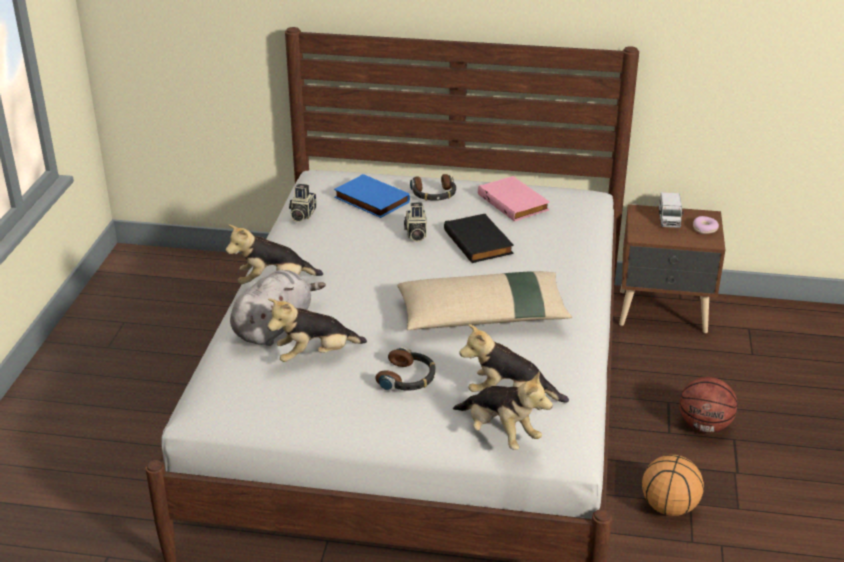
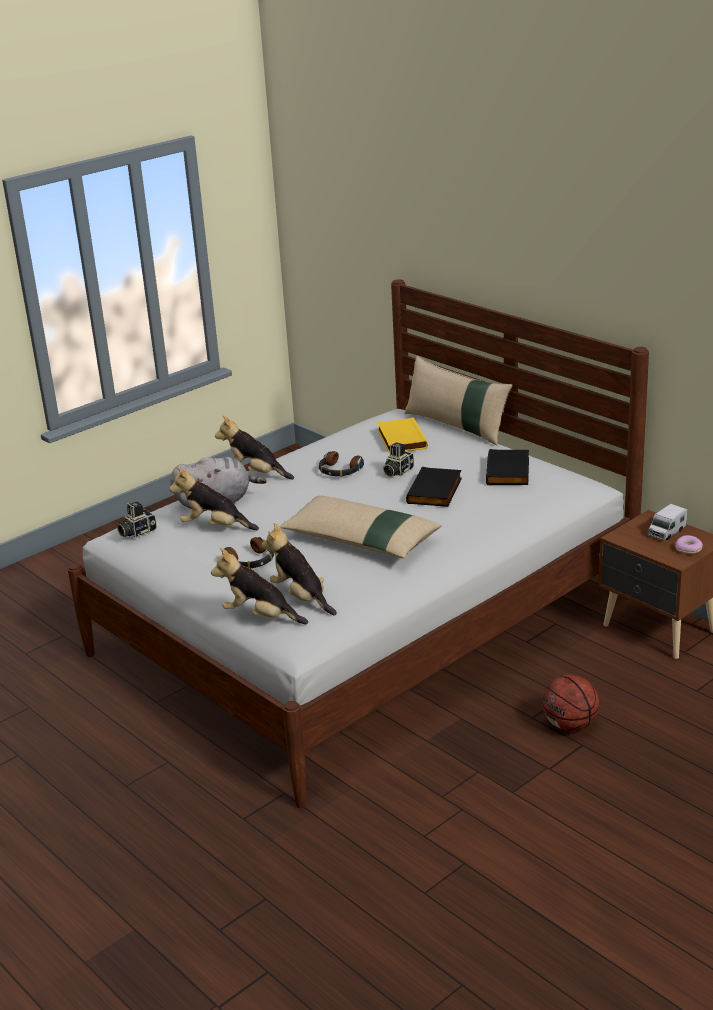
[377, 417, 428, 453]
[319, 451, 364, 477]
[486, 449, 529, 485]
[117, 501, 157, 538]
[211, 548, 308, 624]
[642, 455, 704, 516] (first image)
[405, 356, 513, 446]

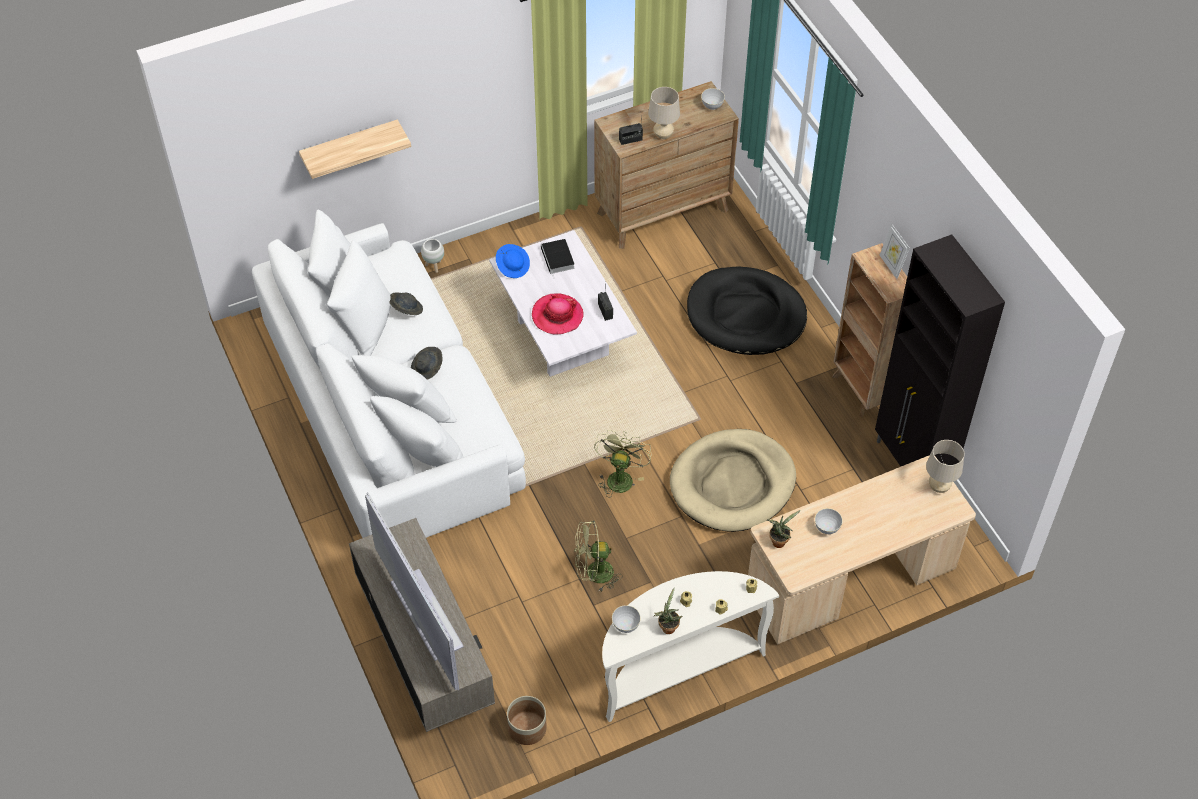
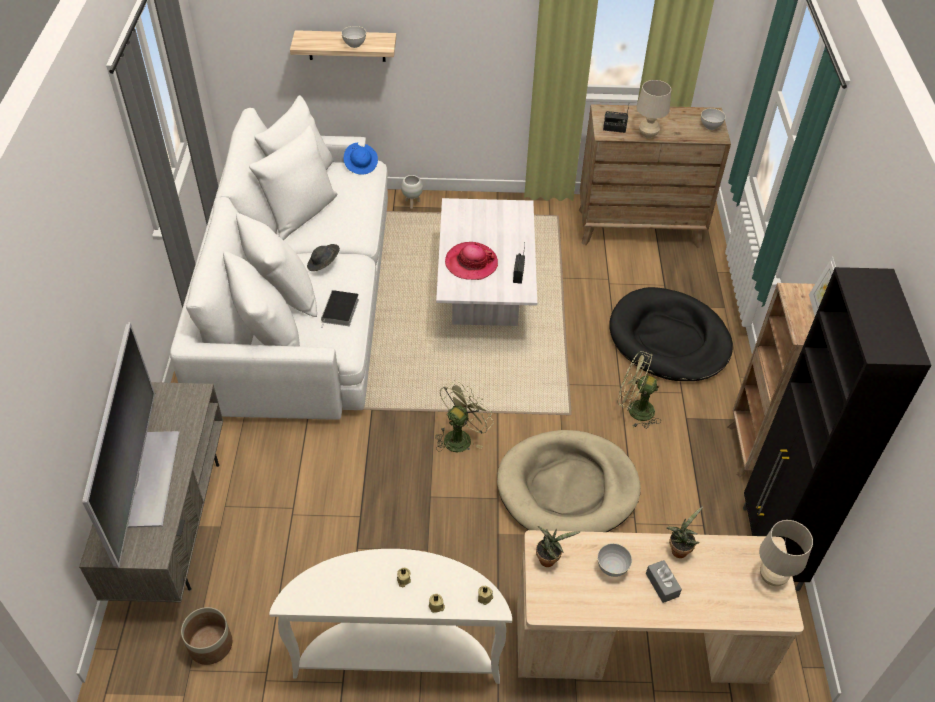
[321, 290, 359, 326]
[344, 143, 378, 175]
[389, 292, 423, 315] (first image)
[617, 351, 661, 429]
[667, 507, 703, 558]
[341, 26, 366, 48]
[646, 560, 682, 603]

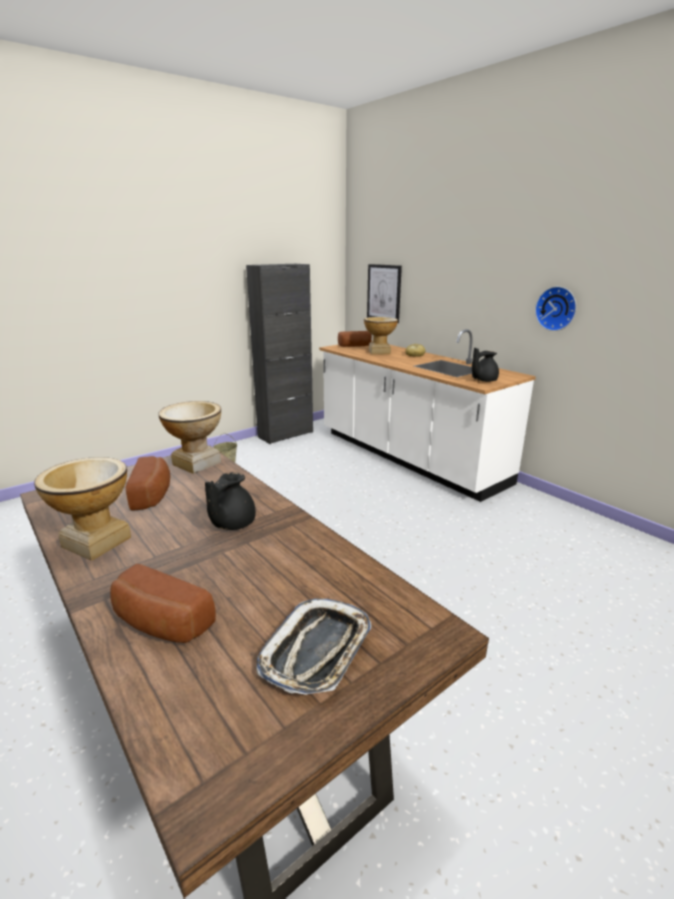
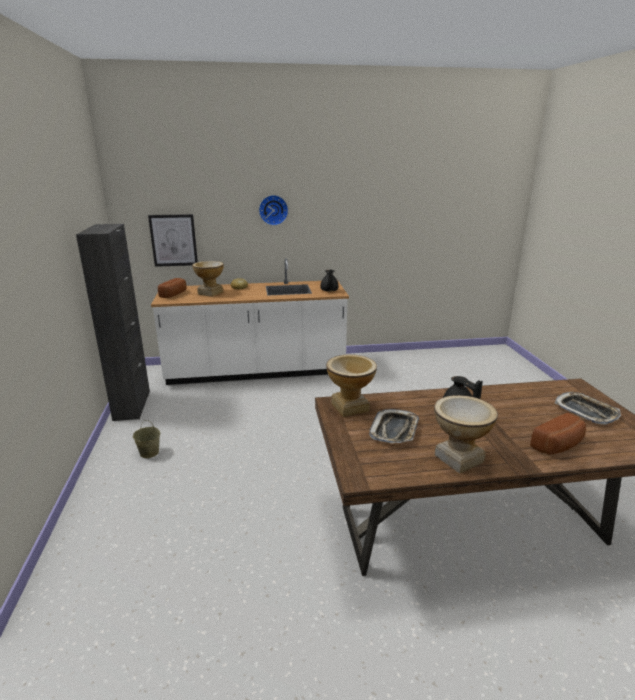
[259, 195, 288, 226]
[369, 409, 419, 443]

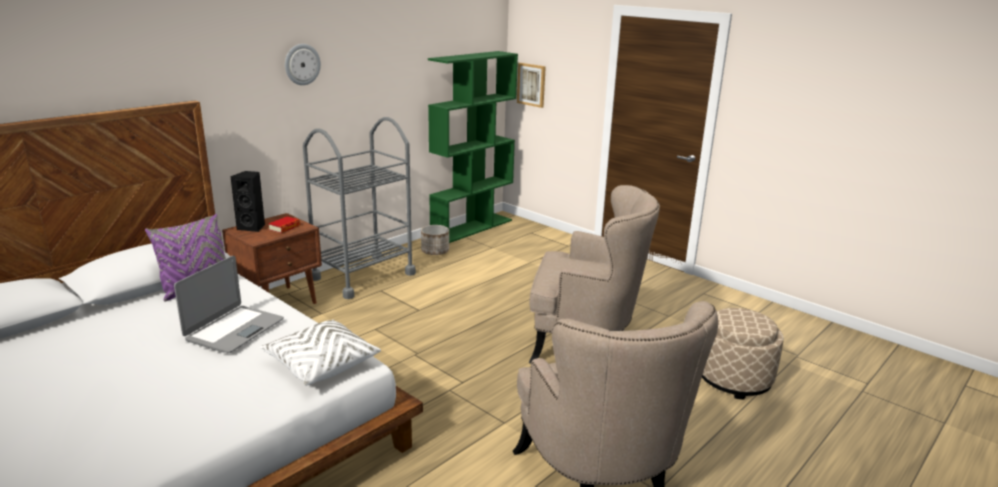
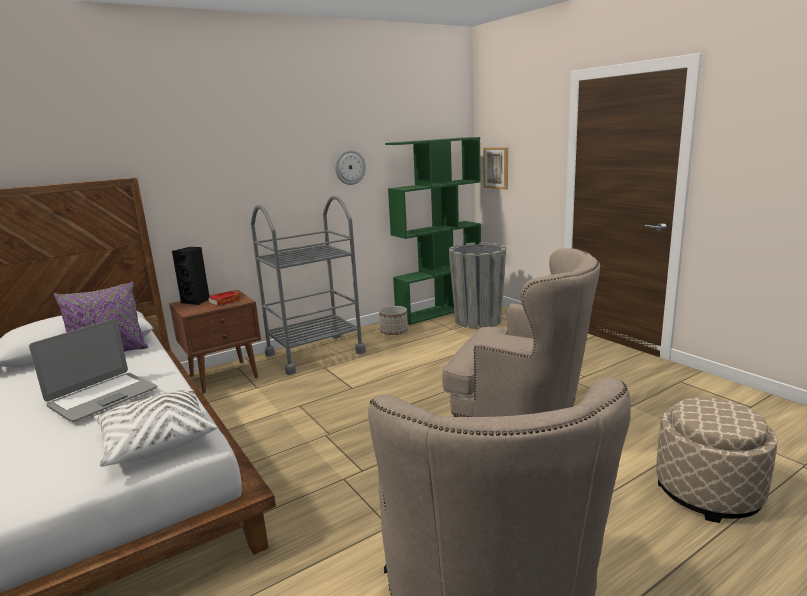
[335, 149, 366, 185]
[449, 242, 506, 329]

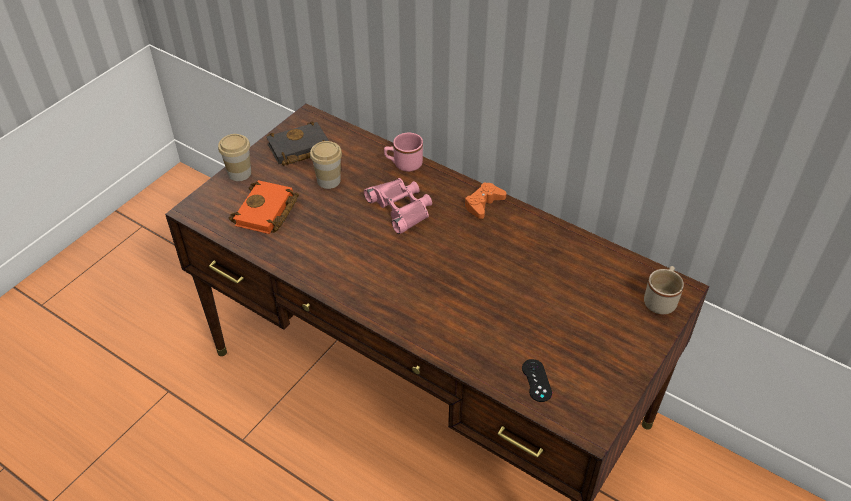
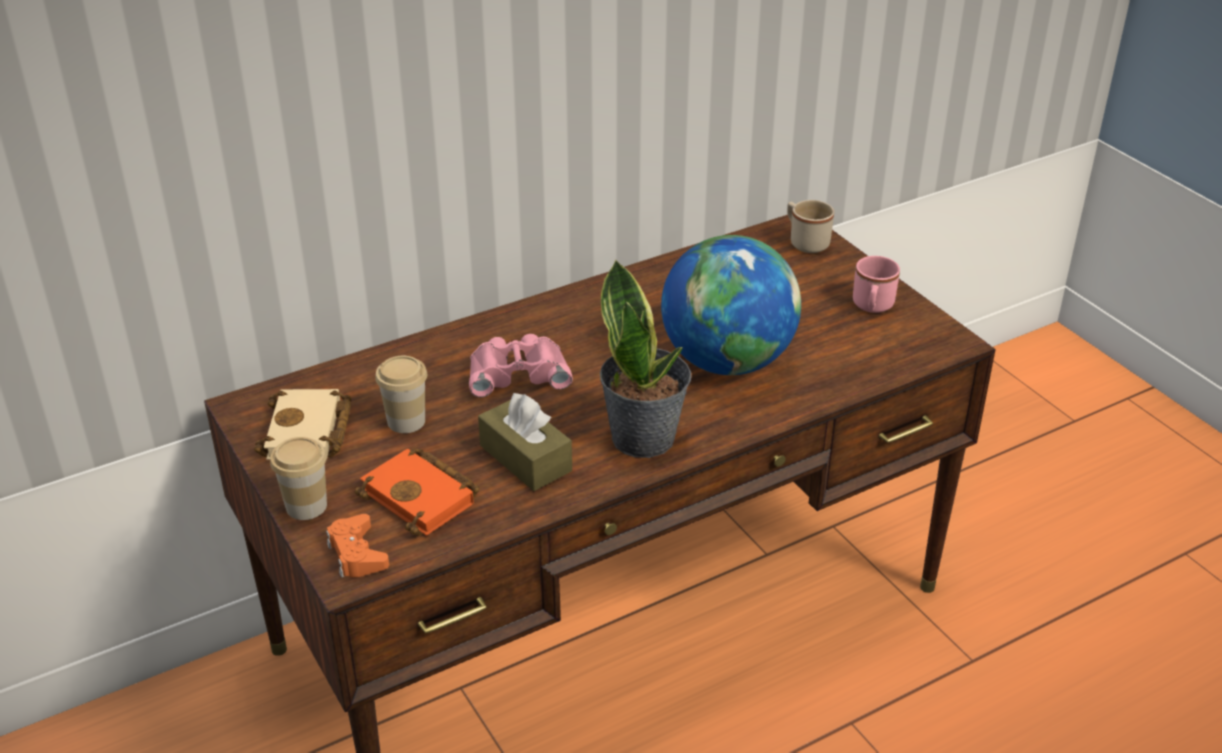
[254, 389, 351, 460]
[853, 256, 900, 313]
[326, 514, 389, 578]
[522, 359, 552, 402] (first image)
[661, 235, 801, 375]
[600, 259, 691, 458]
[478, 393, 572, 491]

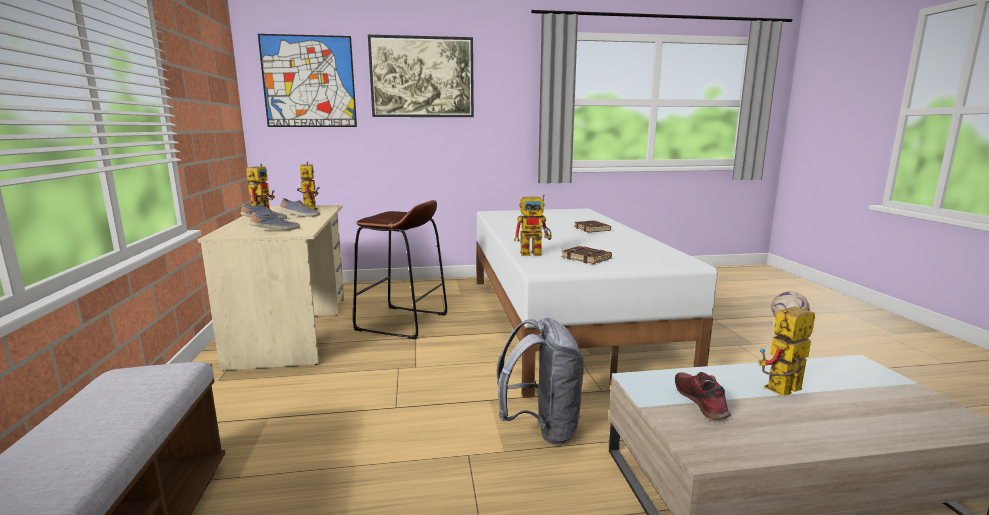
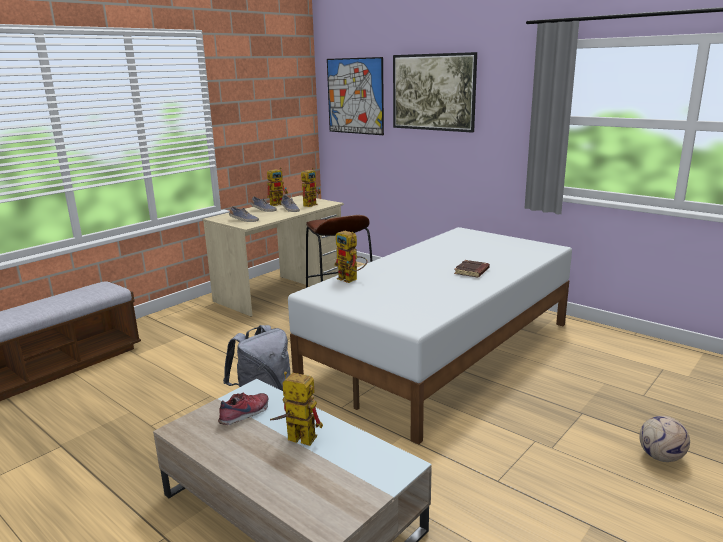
[561, 246, 612, 264] (first image)

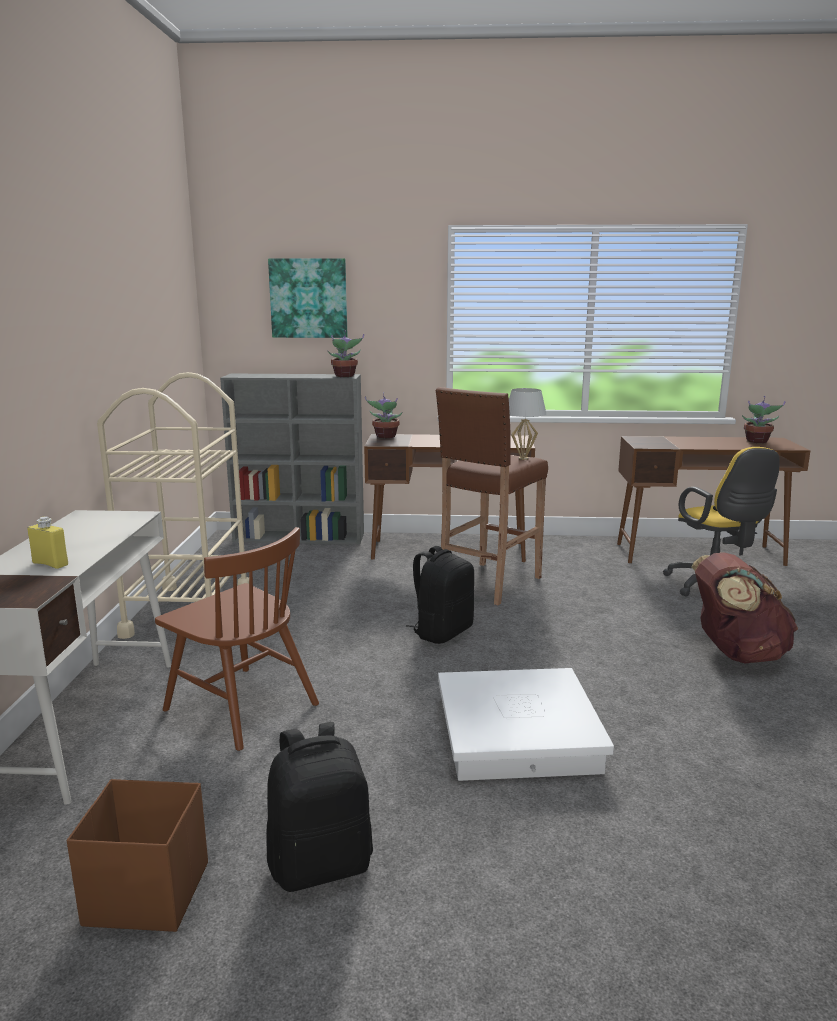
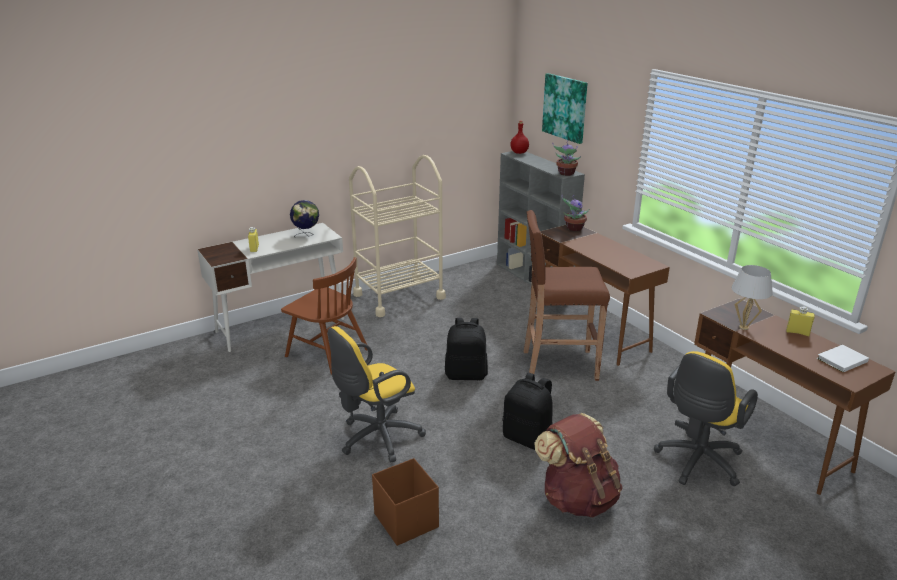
[731, 265, 773, 330]
[817, 345, 869, 372]
[281, 257, 367, 375]
[328, 326, 426, 463]
[502, 372, 553, 450]
[372, 458, 439, 546]
[510, 121, 529, 154]
[290, 200, 319, 237]
[786, 306, 814, 336]

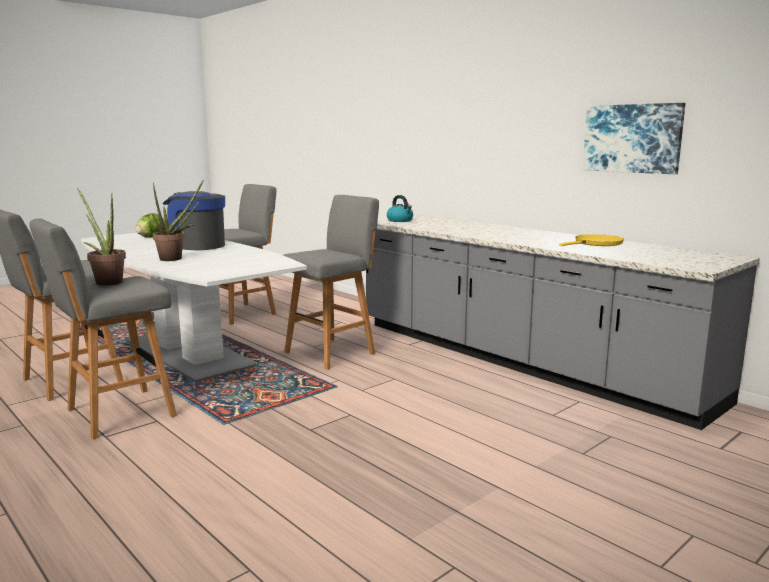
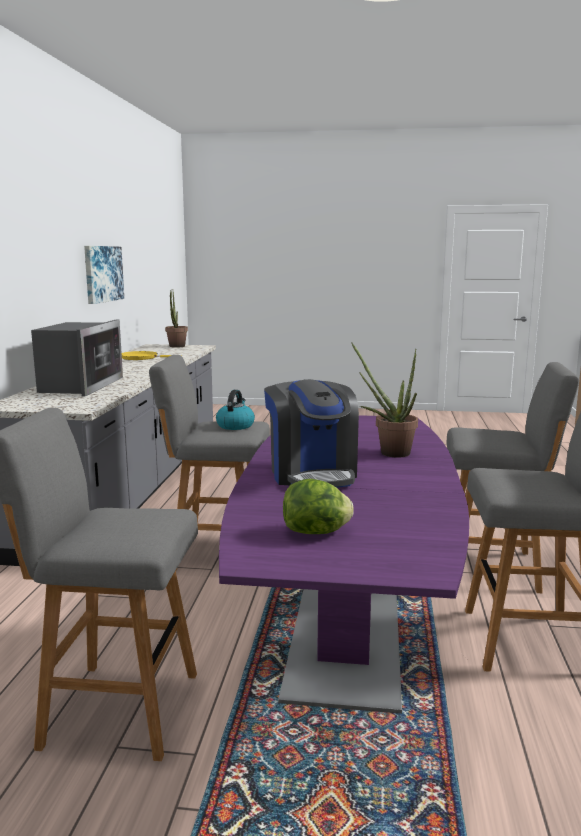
[165, 291, 188, 348]
[216, 390, 255, 430]
[219, 415, 469, 714]
[31, 319, 123, 397]

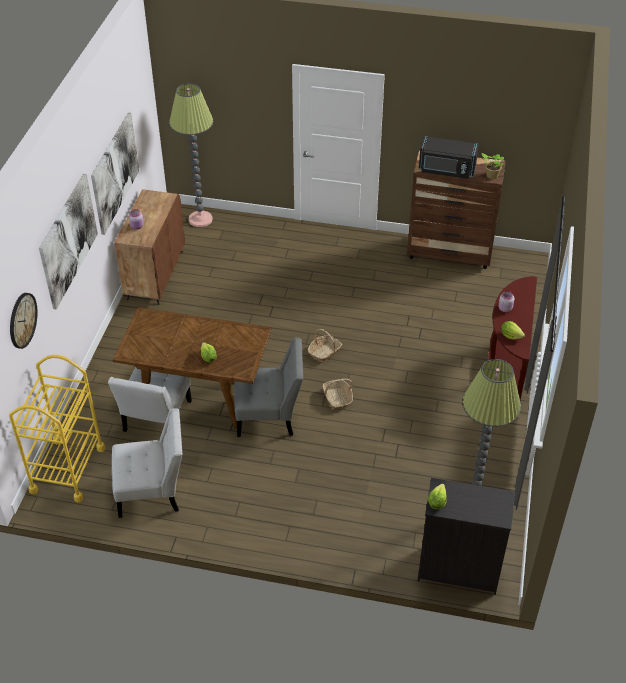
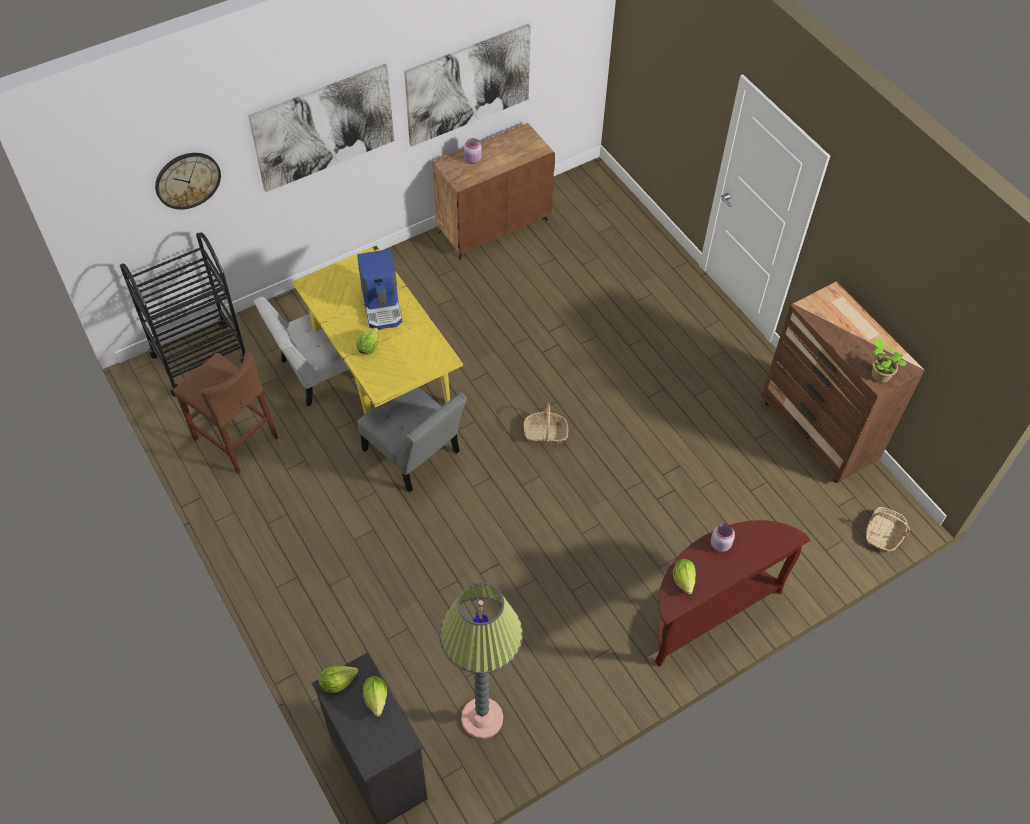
[169, 83, 213, 227] (first image)
[419, 136, 479, 179] (first image)
[292, 245, 463, 414]
[120, 232, 245, 397]
[866, 507, 910, 552]
[173, 351, 278, 474]
[357, 249, 402, 330]
[363, 676, 387, 717]

